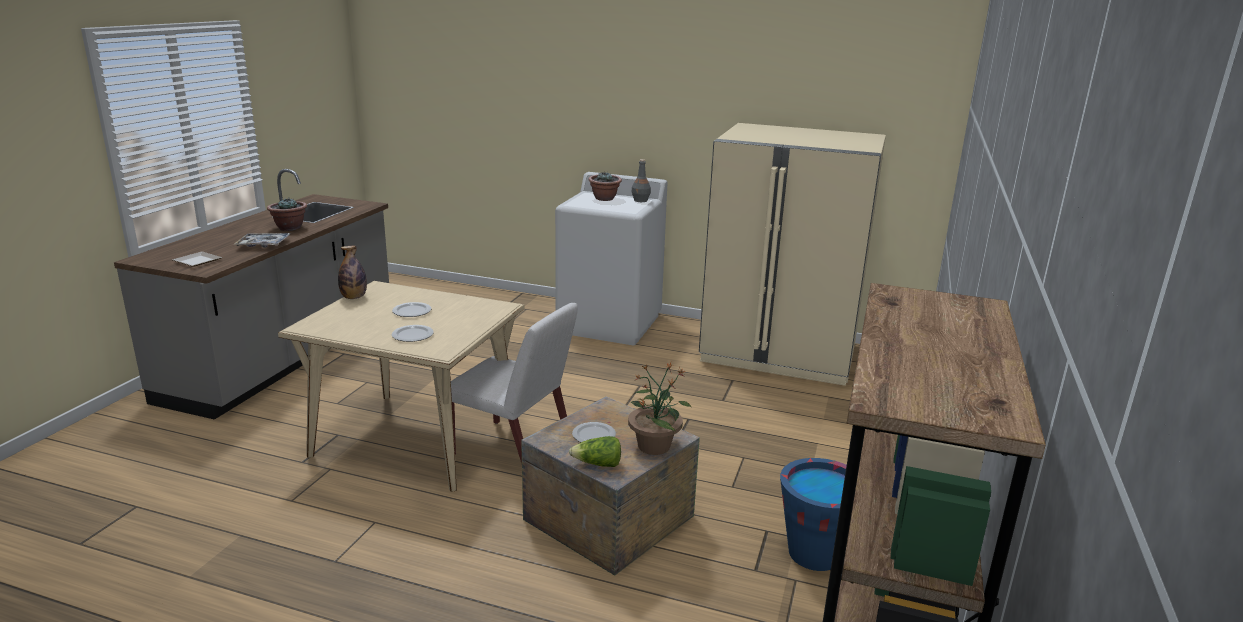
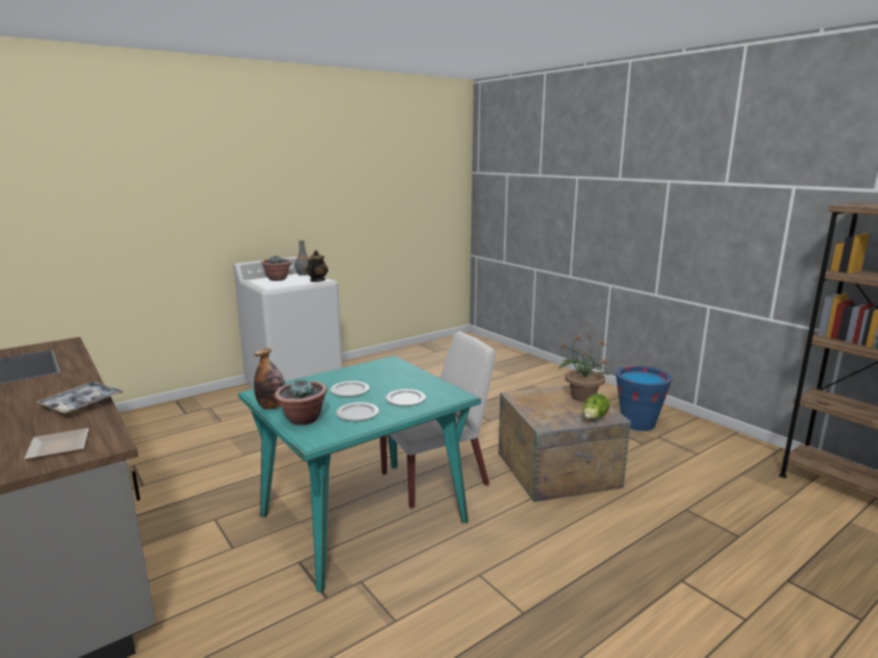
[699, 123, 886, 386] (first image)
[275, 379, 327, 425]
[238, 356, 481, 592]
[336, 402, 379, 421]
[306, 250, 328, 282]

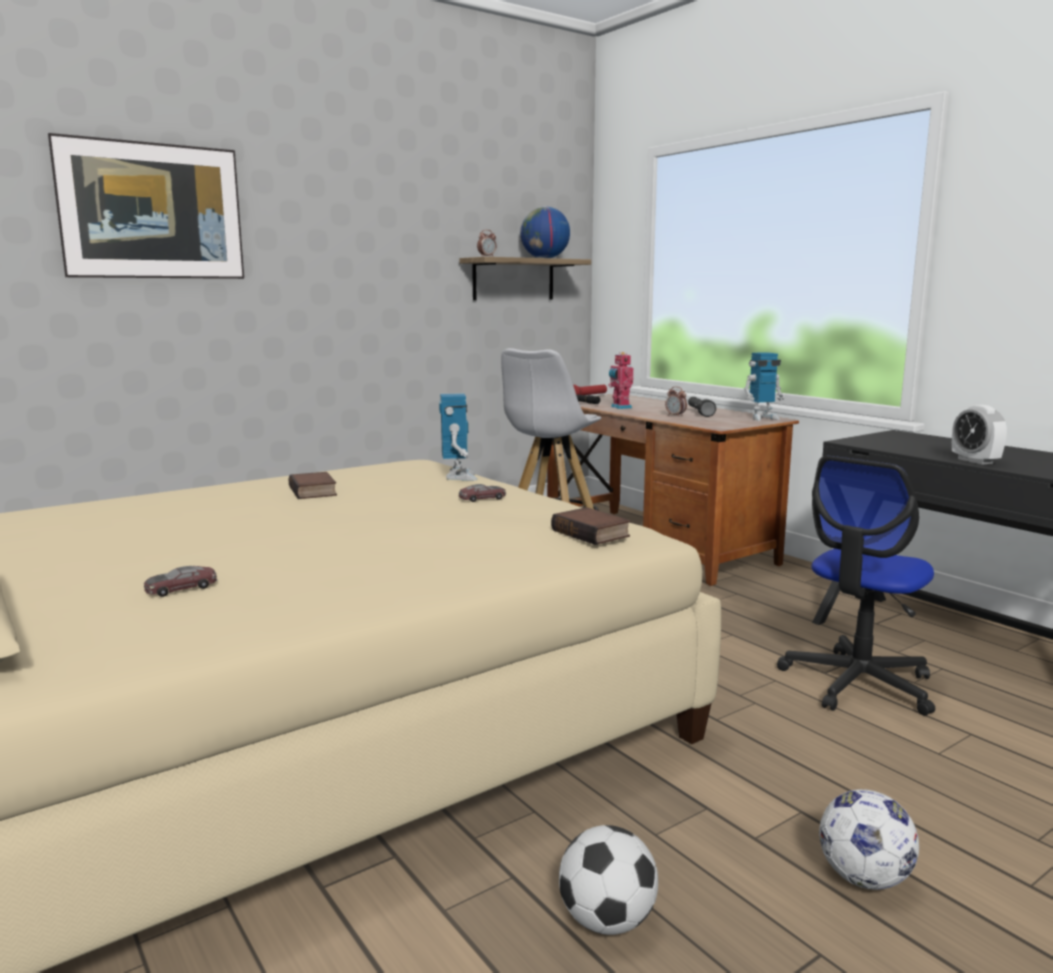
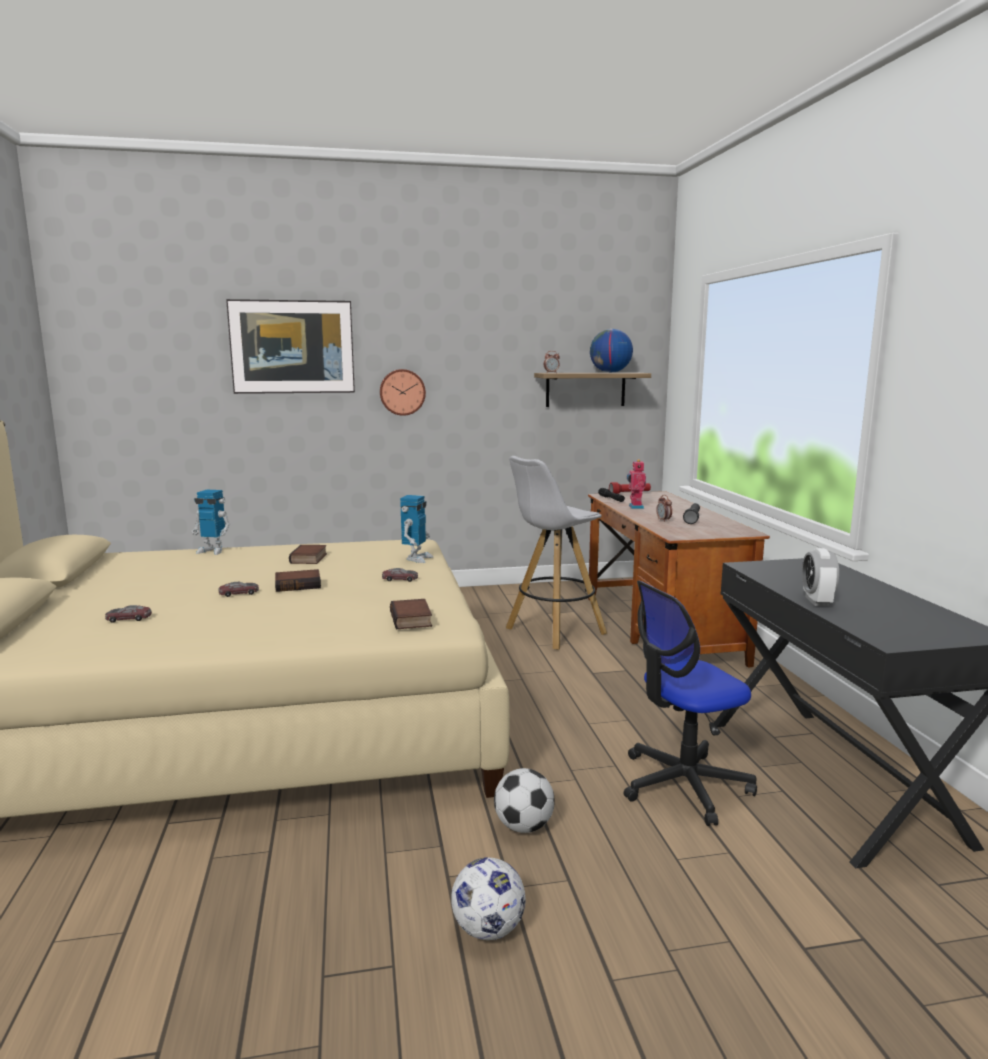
[192, 490, 231, 555]
[494, 768, 555, 833]
[380, 369, 426, 416]
[275, 569, 321, 592]
[219, 582, 259, 597]

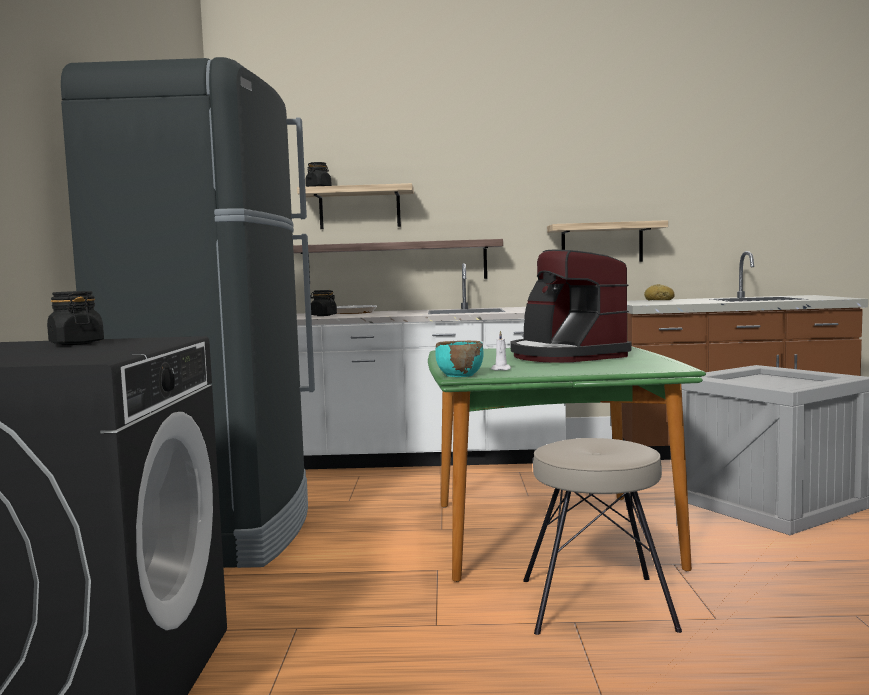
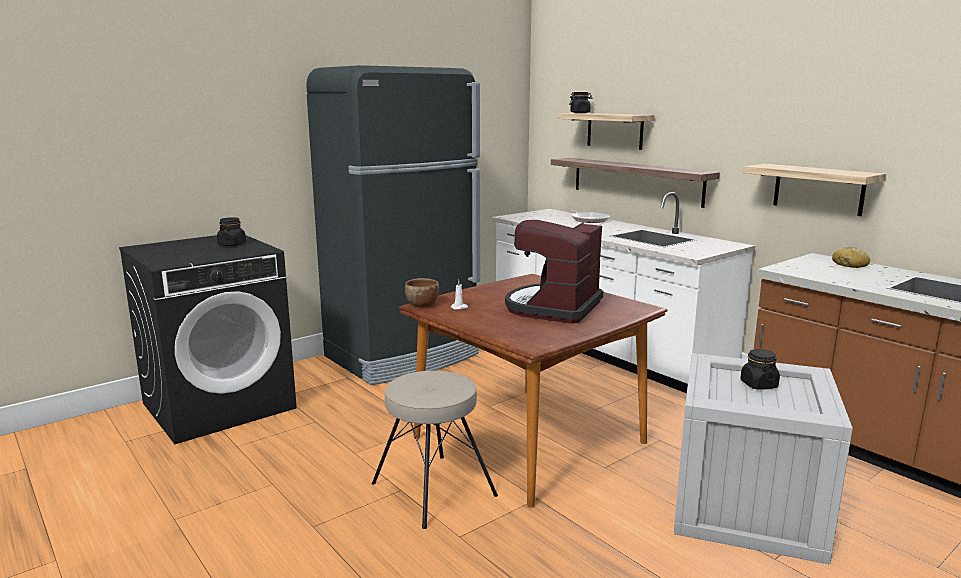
[740, 349, 780, 389]
[405, 278, 439, 308]
[399, 274, 668, 508]

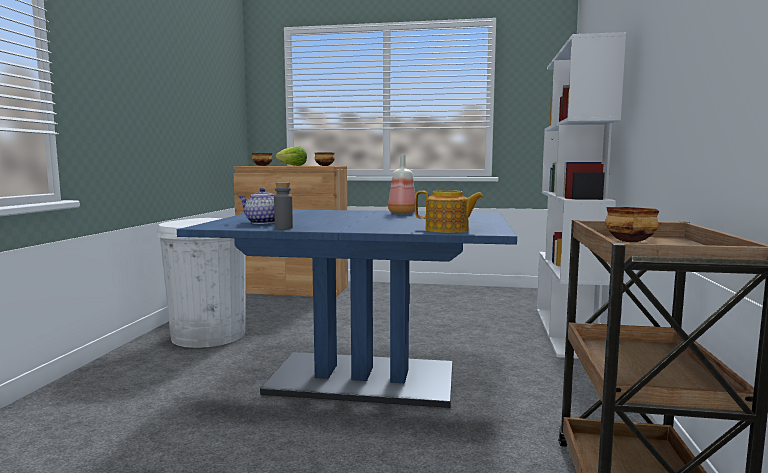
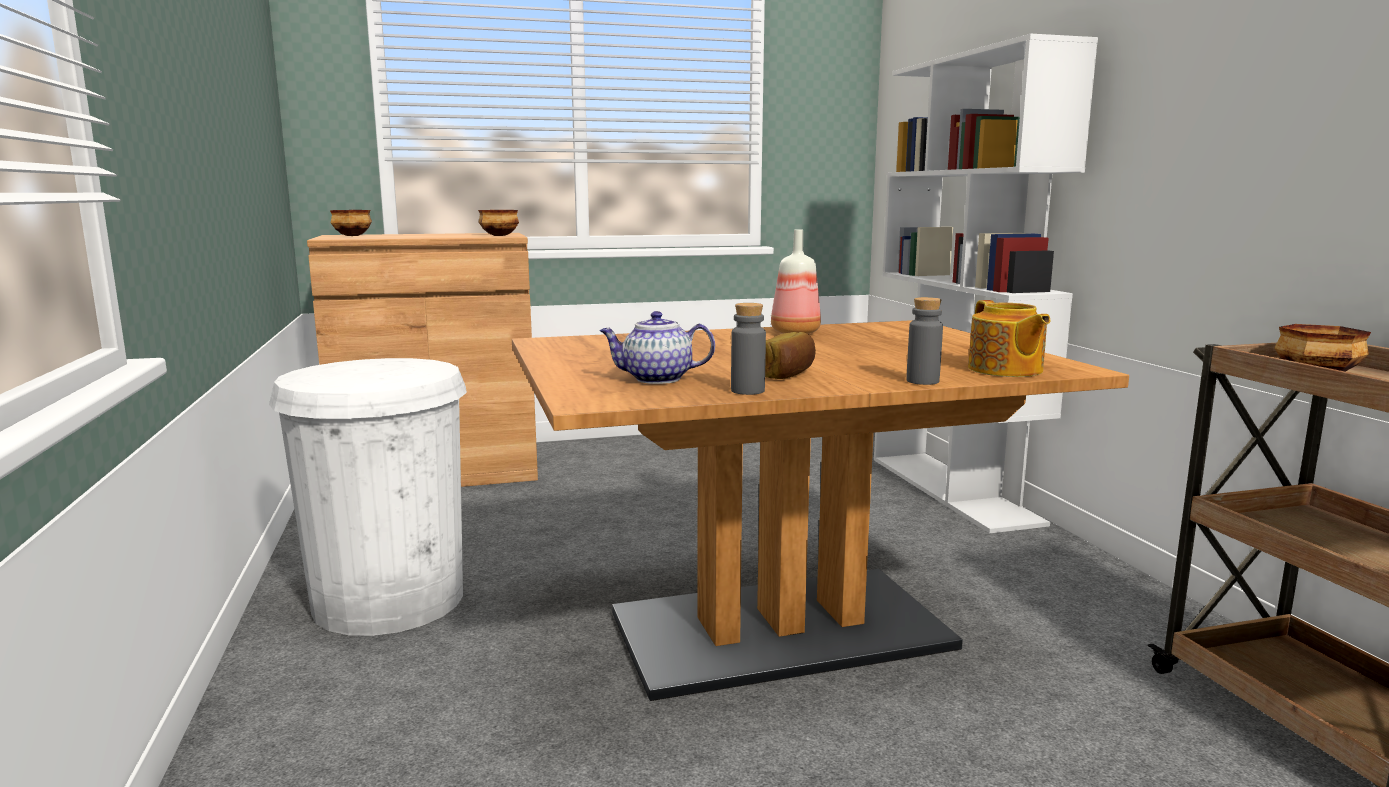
[275, 147, 307, 166] (first image)
[968, 300, 1050, 377]
[512, 320, 1129, 701]
[906, 297, 943, 385]
[765, 332, 816, 379]

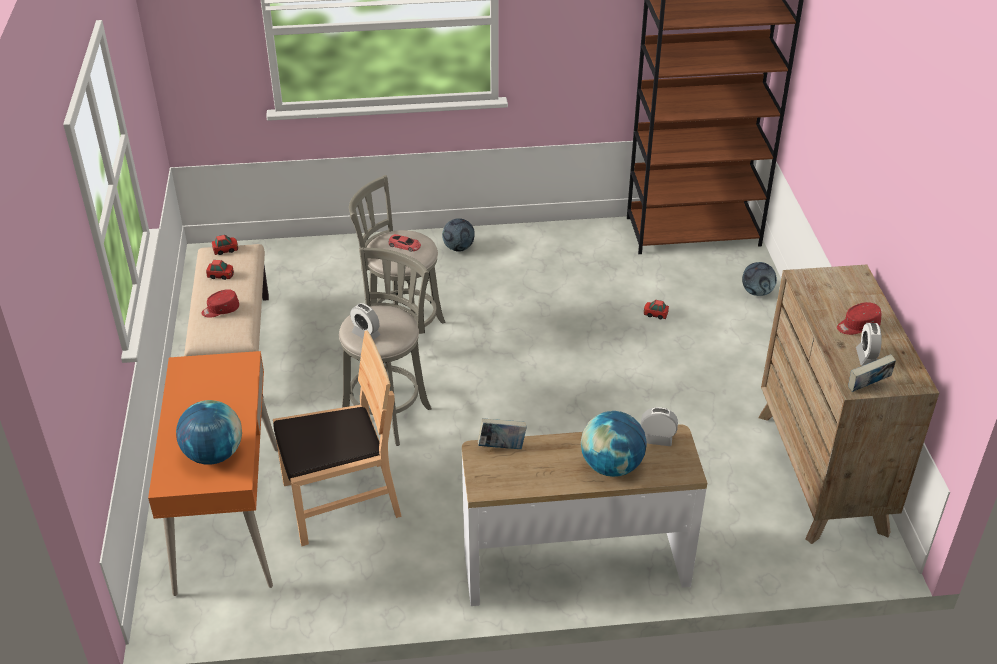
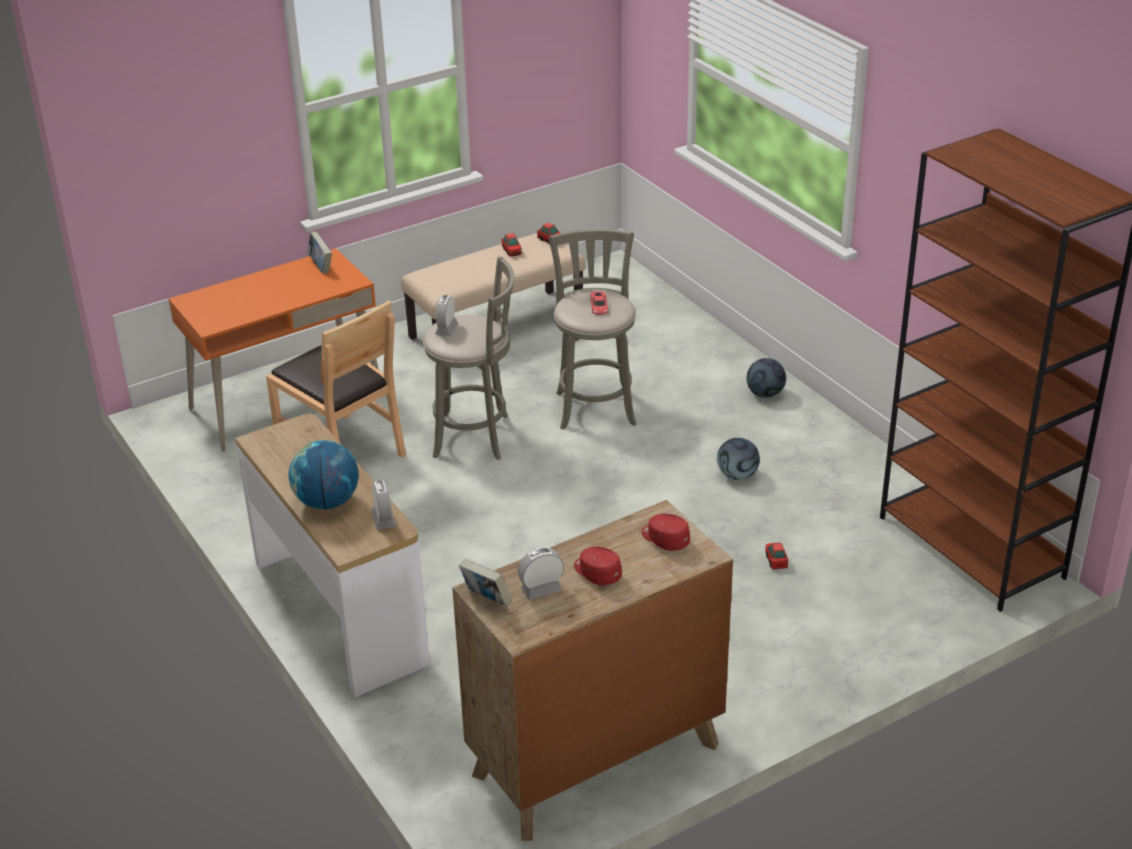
[717, 438, 760, 480]
[642, 514, 690, 551]
[176, 400, 242, 465] (first image)
[307, 232, 332, 274]

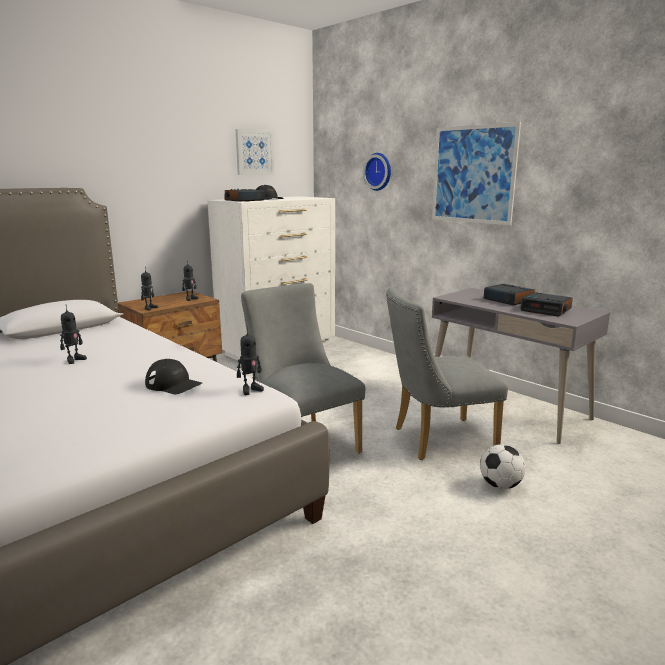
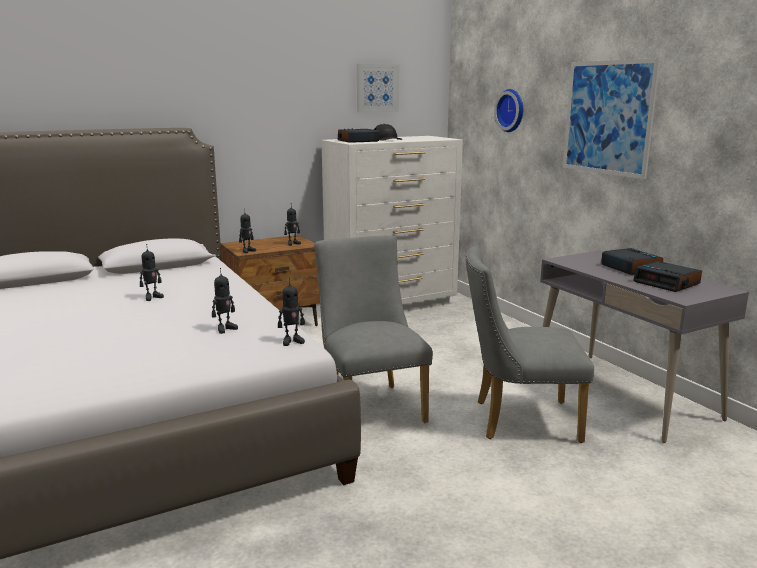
[212, 268, 238, 334]
[480, 444, 525, 489] (first image)

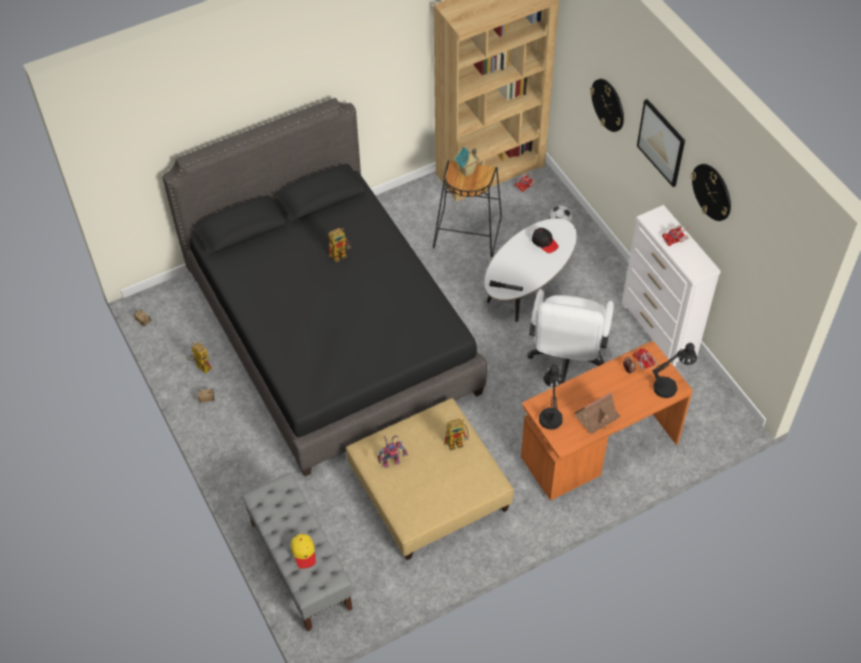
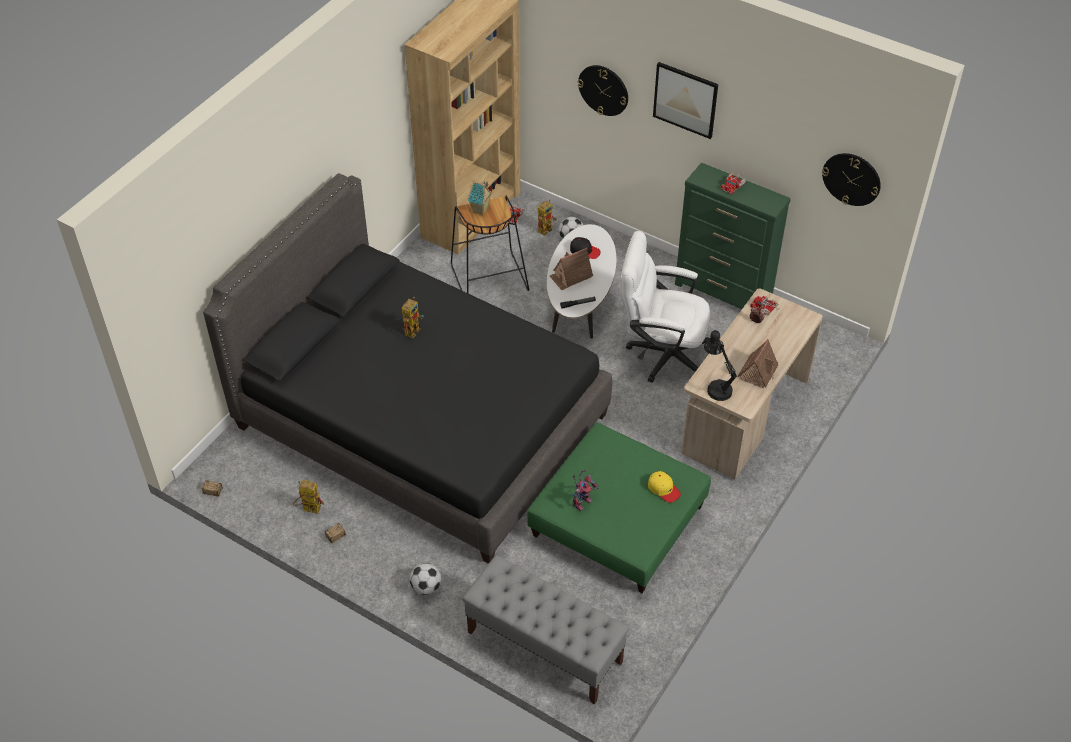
[822, 153, 881, 206]
[675, 162, 791, 309]
[621, 231, 710, 383]
[681, 288, 823, 479]
[653, 343, 697, 398] (first image)
[527, 422, 711, 593]
[538, 200, 556, 236]
[648, 471, 681, 503]
[550, 248, 593, 290]
[410, 563, 441, 595]

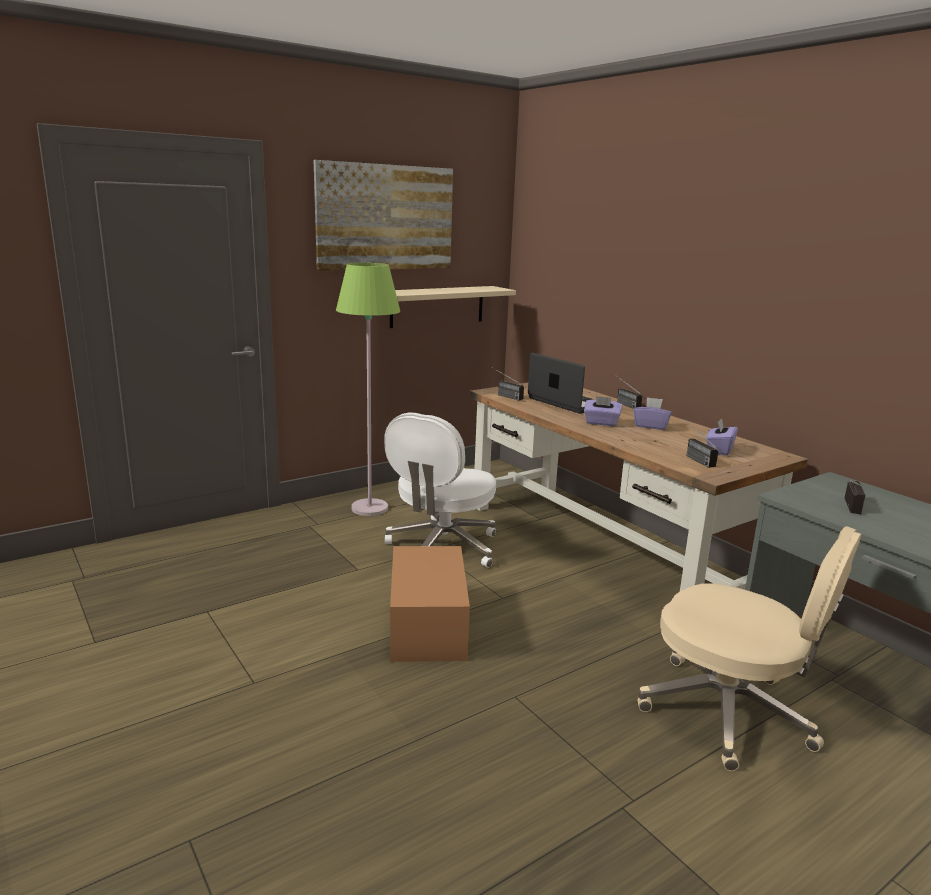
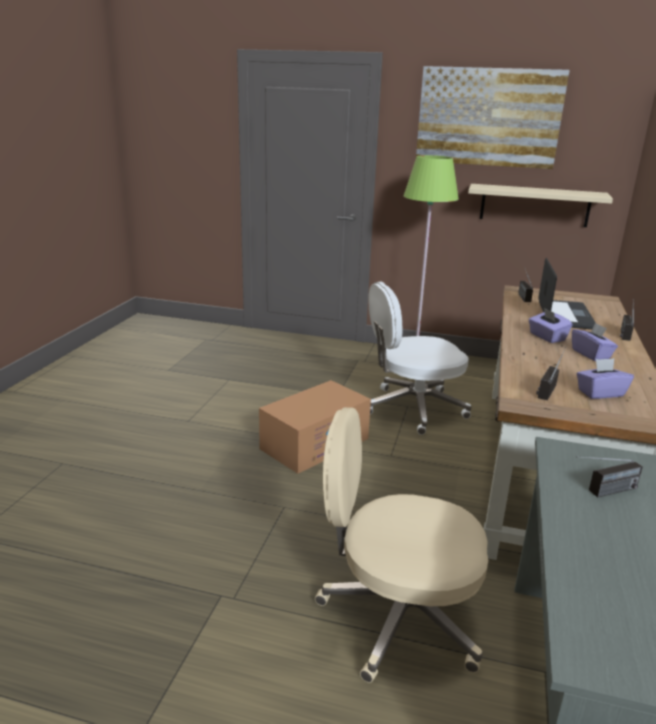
[315, 407, 488, 683]

